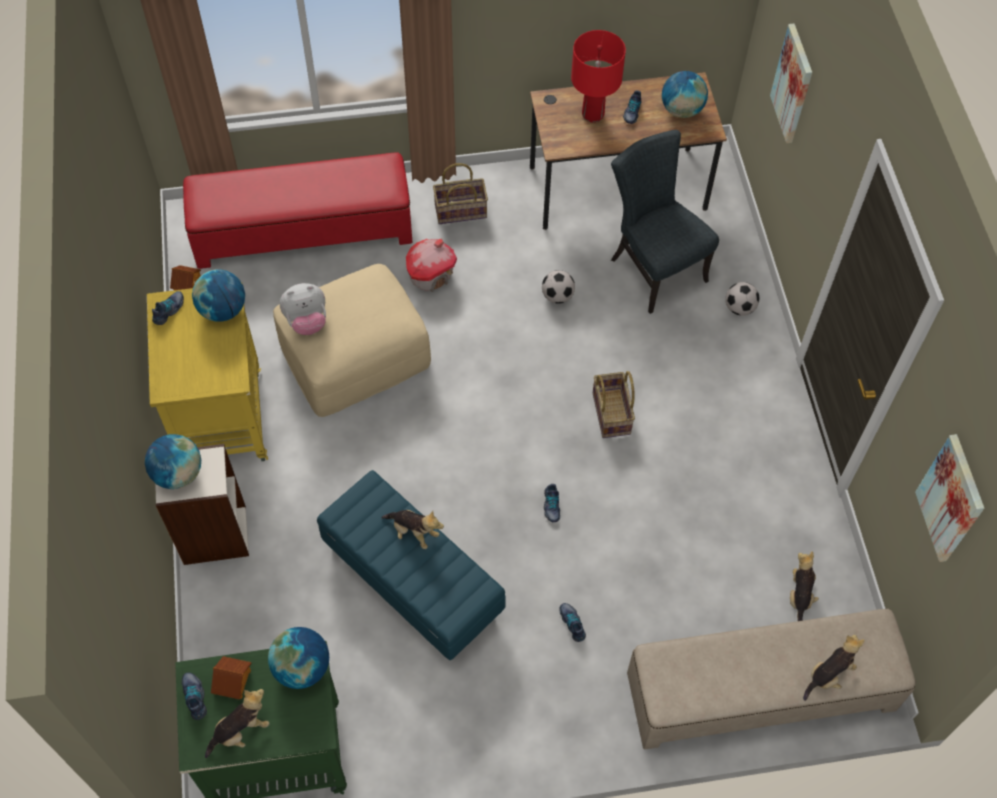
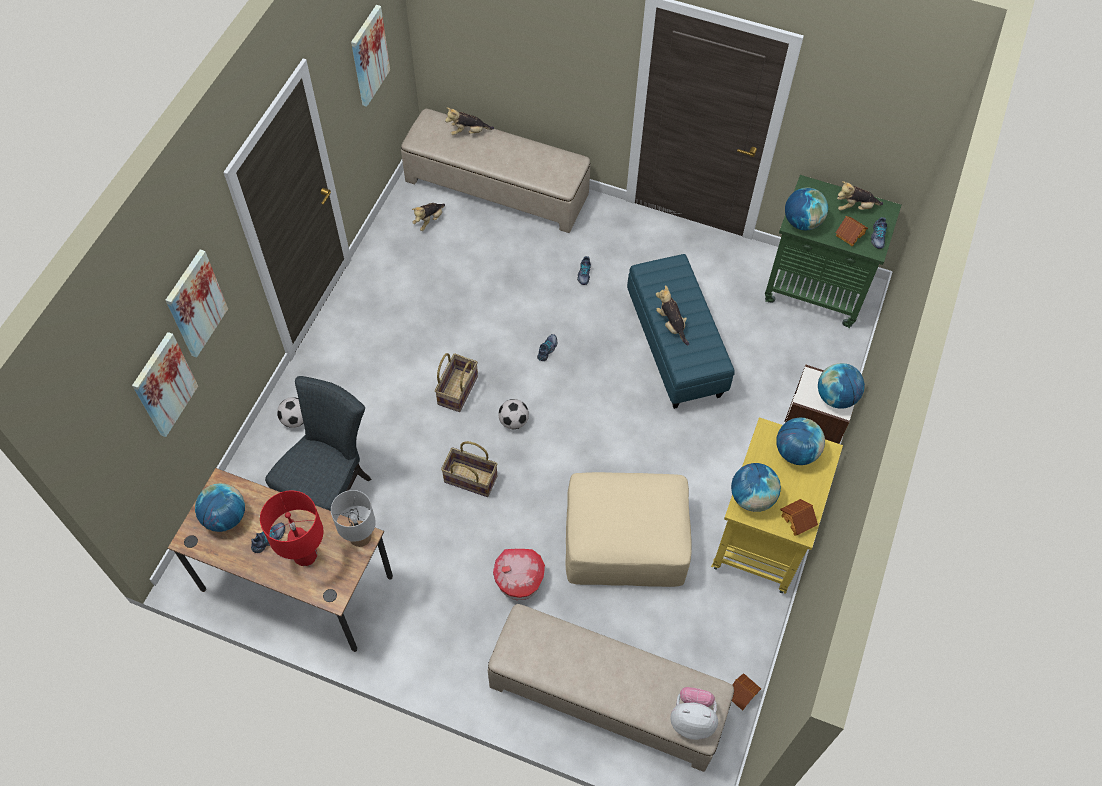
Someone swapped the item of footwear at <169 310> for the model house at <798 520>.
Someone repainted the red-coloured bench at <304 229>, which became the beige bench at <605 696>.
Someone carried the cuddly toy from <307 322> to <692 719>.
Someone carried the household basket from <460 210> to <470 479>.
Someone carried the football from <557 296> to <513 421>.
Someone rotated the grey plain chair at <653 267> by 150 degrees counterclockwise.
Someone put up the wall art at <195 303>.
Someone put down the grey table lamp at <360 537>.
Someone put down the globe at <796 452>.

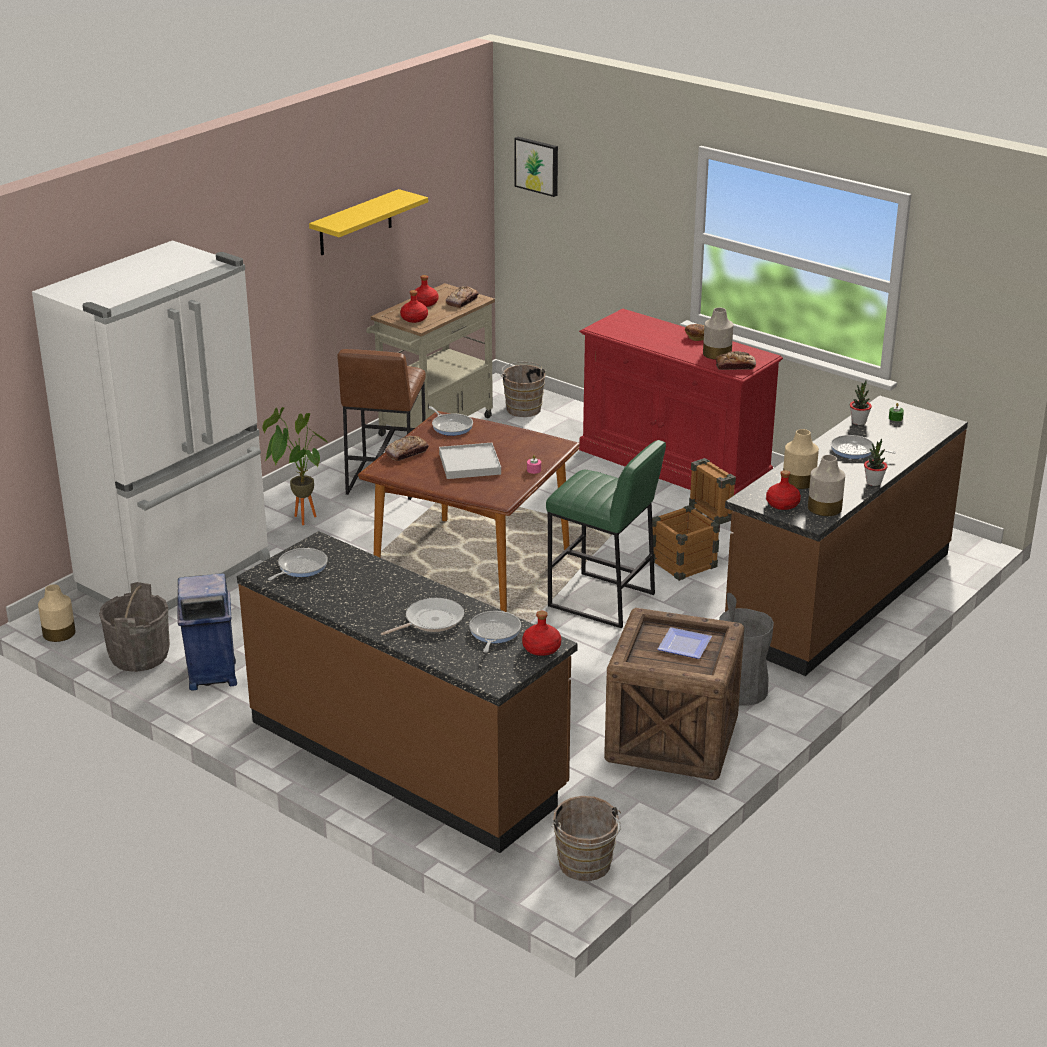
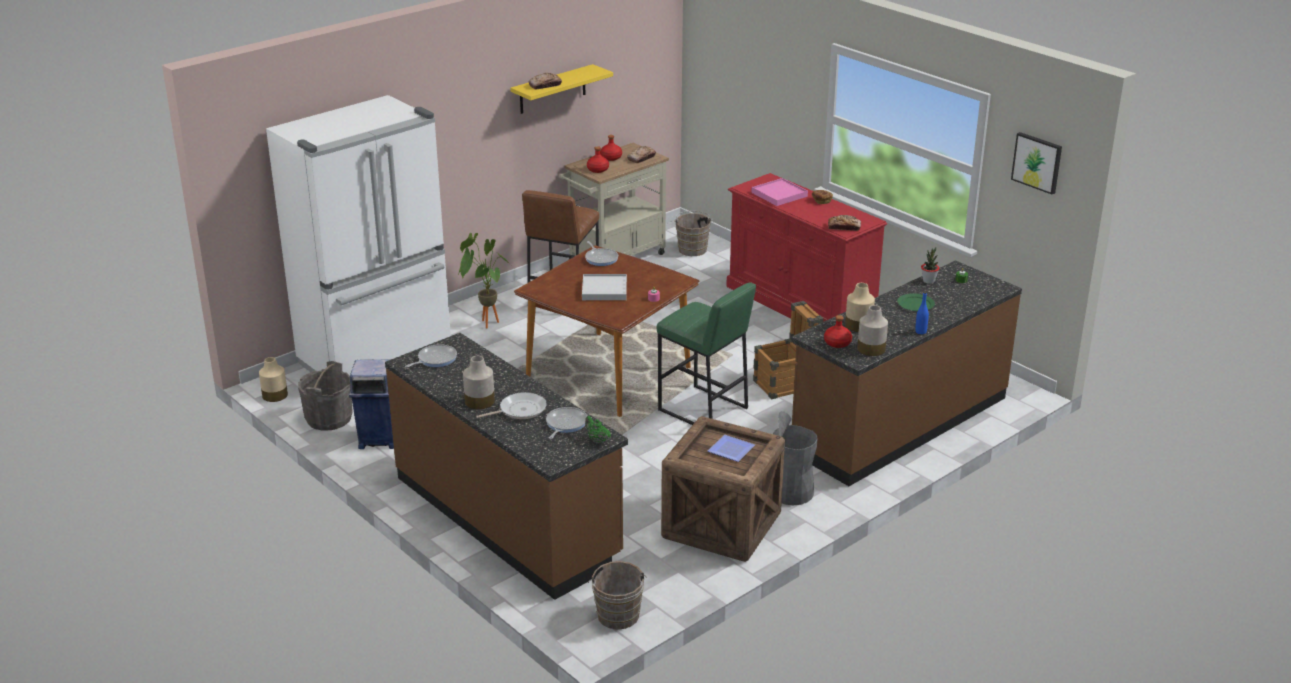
Someone carried the bread from <406 453> to <545 85>.
Someone carried the wall art from <537 166> to <1037 162>.
Someone swapped the red-coloured beverage bottle at <541 648> for the green-coloured teapot at <597 440>.
Someone carried the beige vase from <717 354> to <479 401>.
Someone swapped the pan at <855 451> for the green-coloured dinner plate at <915 304>.
Someone swapped the houseplant at <873 482> for the blue-coloured beverage bottle at <920 332>.
Someone put down the pink-coloured tray at <779 194>.

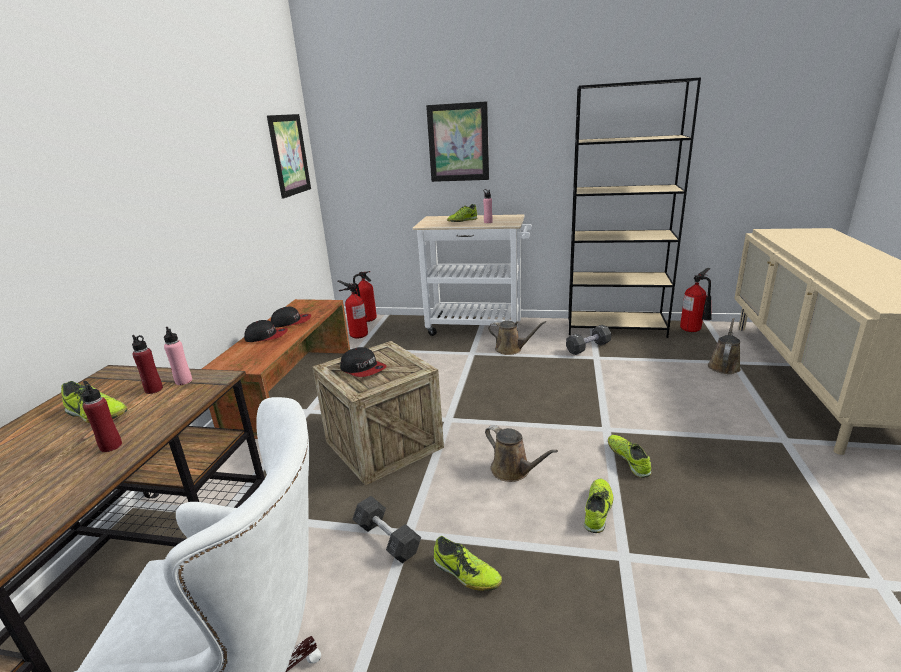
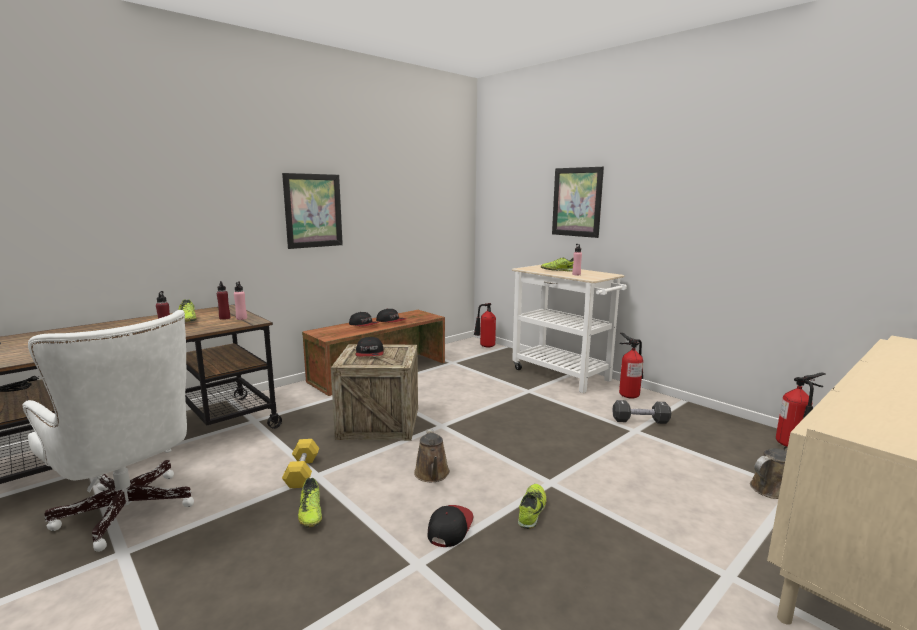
Someone carried the wall art from <289 155> to <313 211>.
Someone carried the extinguisher from <359 335> to <630 395>.
Someone repainted the grey hand weight at <387 539>, which became the yellow hand weight at <302 472>.
Someone took away the brown sprinkling can at <511 349>.
Someone took away the beige bookshelf at <616 327>.
Someone swapped the item of footwear at <598 509> for the peaked cap at <449 527>.

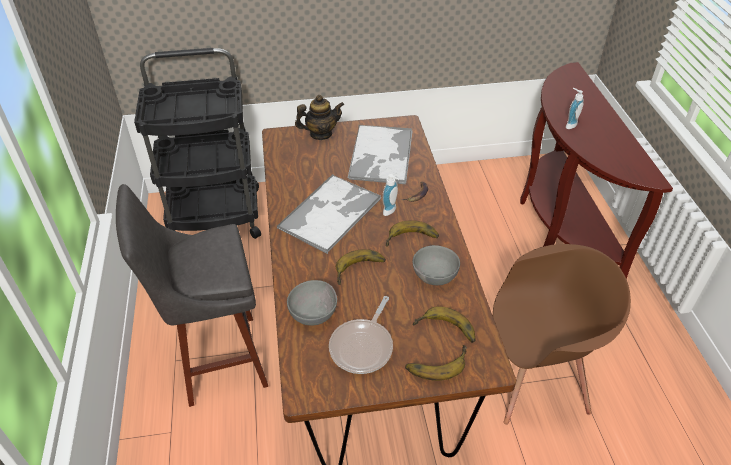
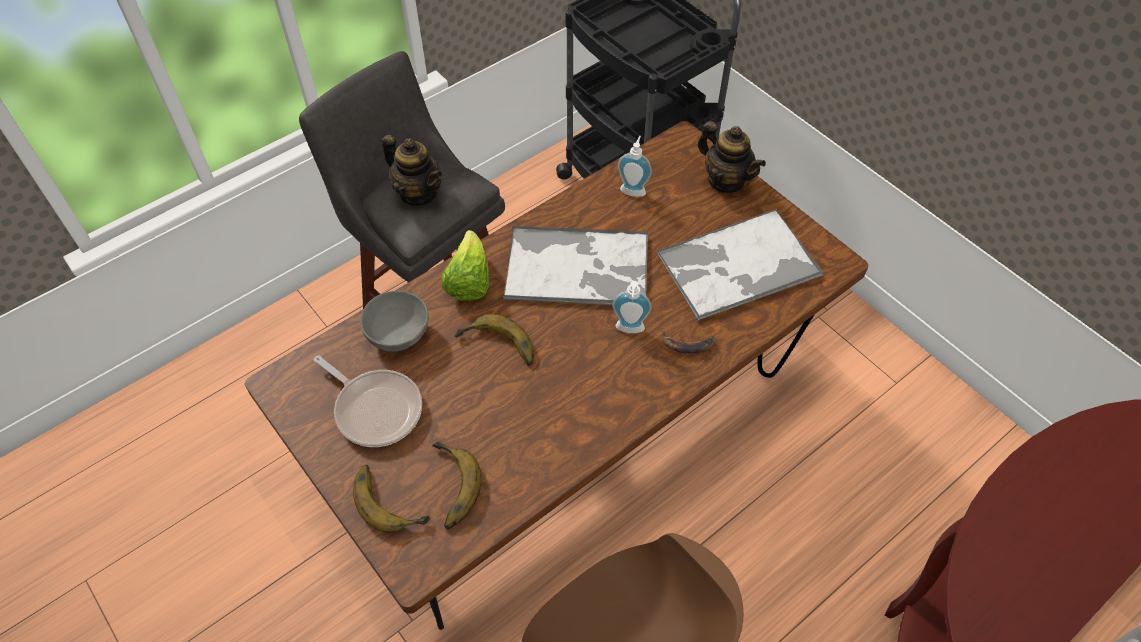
Someone rotated the pan at <363 346> by 135 degrees counterclockwise.
Someone took away the banana at <412 240>.
Someone took away the grey serving bowl at <433 276>.
Someone carried the soap dispenser from <569 124> to <633 189>.
Someone put down the teapot at <418 193>.
Someone put down the lettuce head at <469 281>.

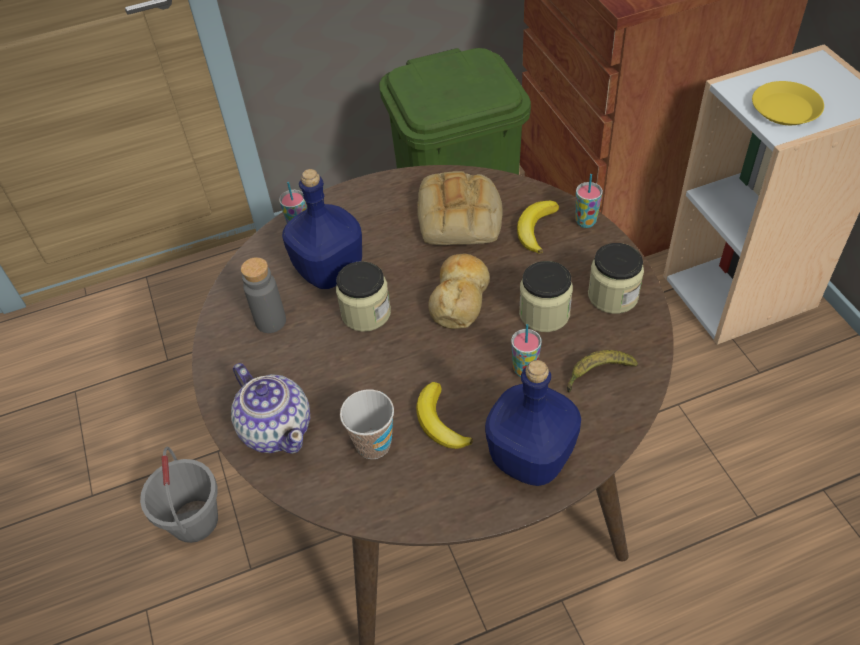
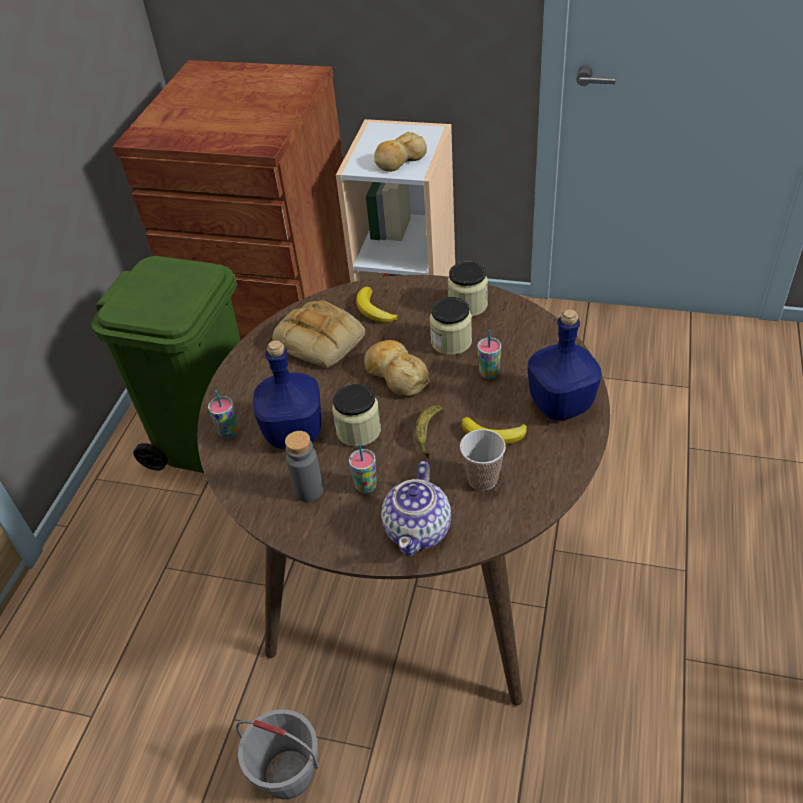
Someone rotated the teapot at <277 428> by 105 degrees clockwise.
Someone carried the banana from <597 374> to <427 434>.
Someone carried the small cup from <585 222> to <366 486>.
Someone swapped the yellow dinner plate at <786 109> for the bread at <399 160>.

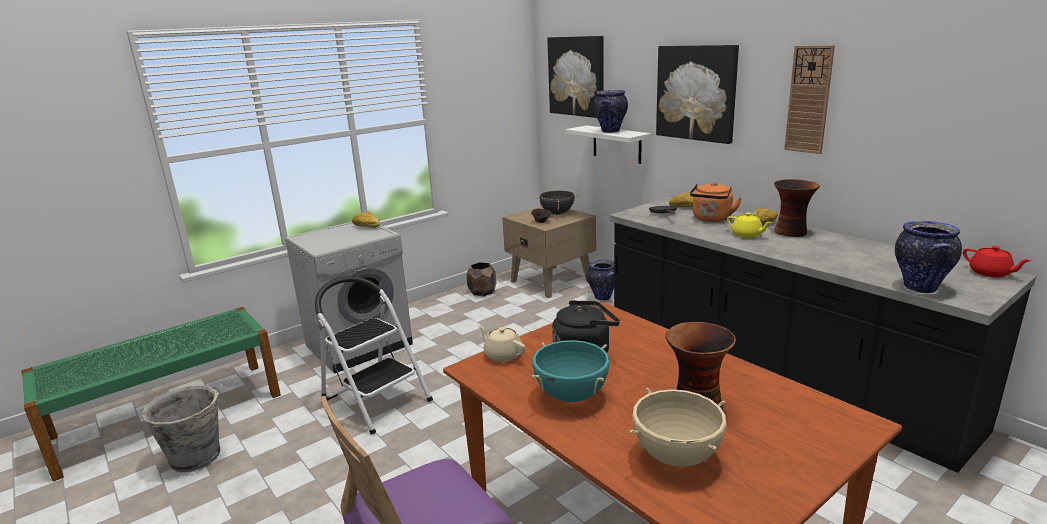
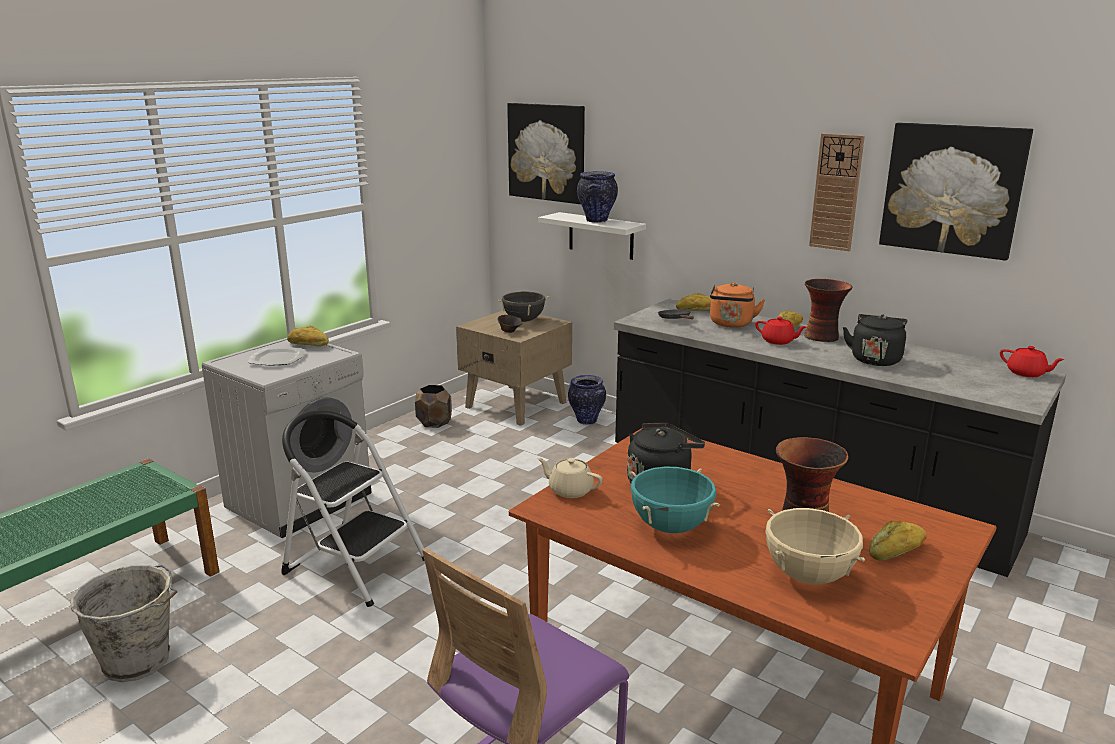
Someone carried the wall art from <696 93> to <952 189>.
Someone repainted the yellow teapot at <747 235>, which became the red-coloured teapot at <778 341>.
Someone took away the vase at <919 287>.
Someone put down the dinner plate at <278 359>.
Someone put down the black tea kettle at <875 359>.
Someone put down the bread at <897 551>.

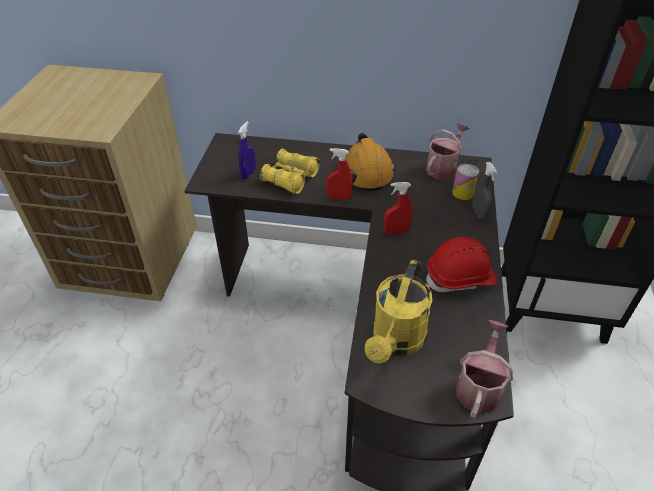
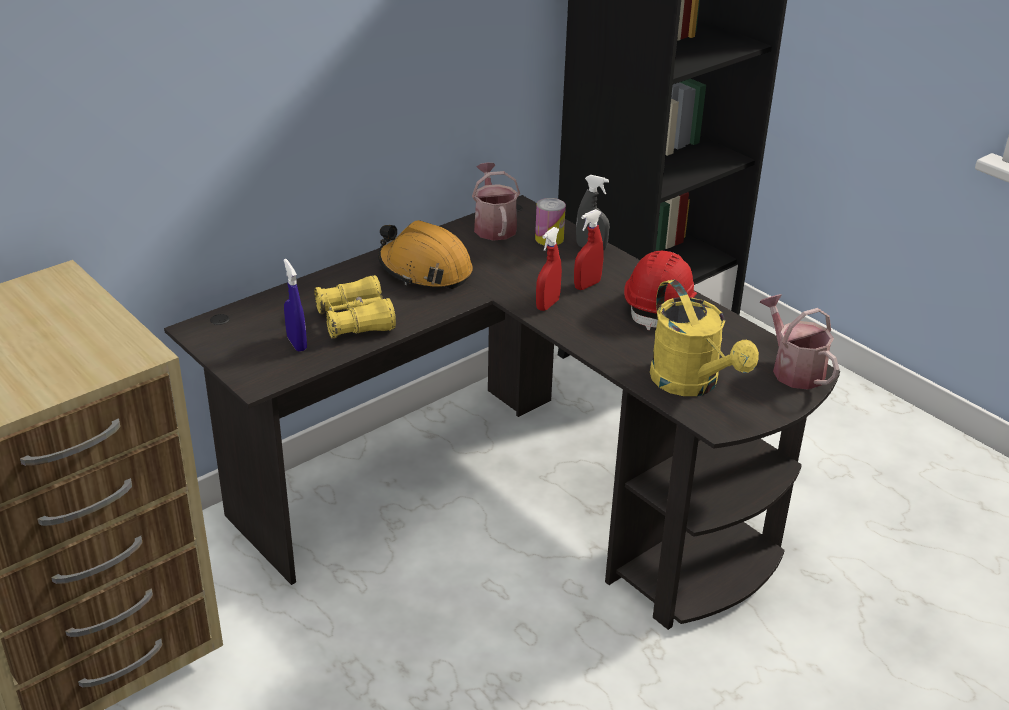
Someone carried the red-coloured sprayer from <339 198> to <587 285>.

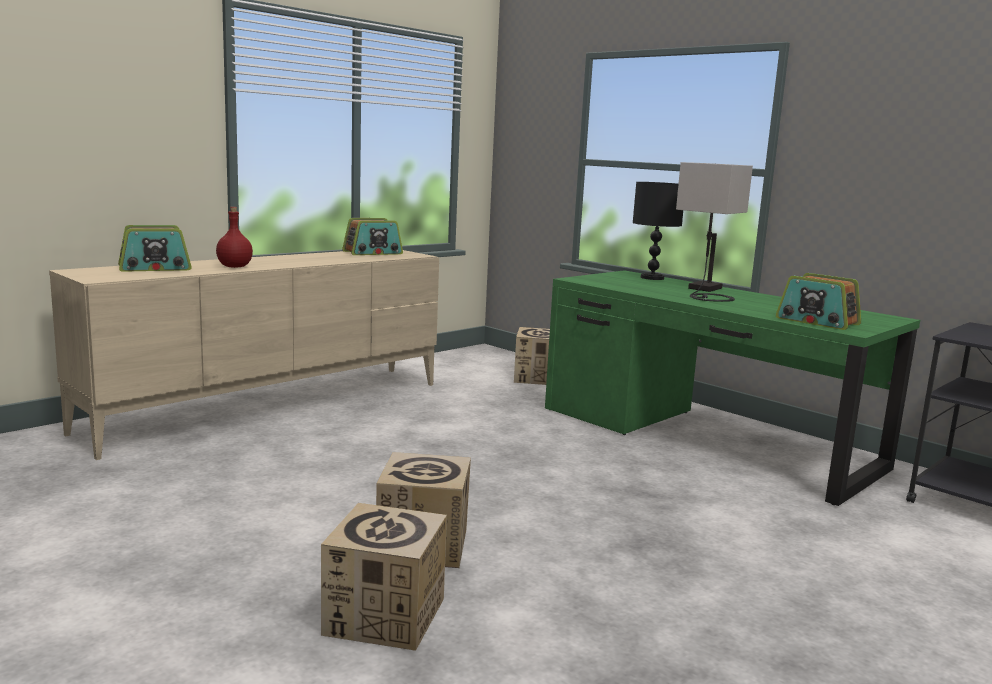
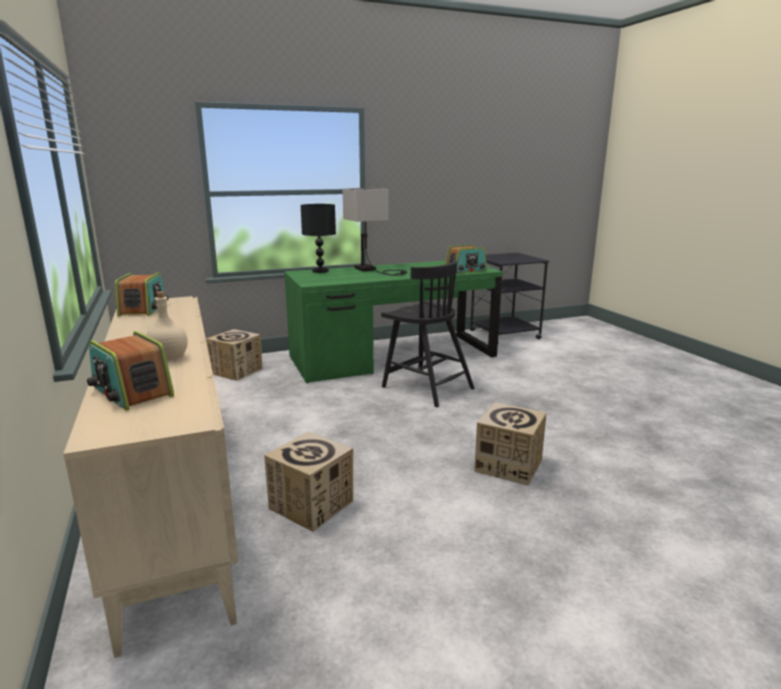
Someone rotated the radio set at <155 268> by 135 degrees clockwise.
Someone repainted the red-coloured beverage bottle at <235 267>, which became the beige beverage bottle at <169 358>.
Someone carried the packing box from <385 616> to <312 505>.
Someone put down the black plain chair at <426 387>.

